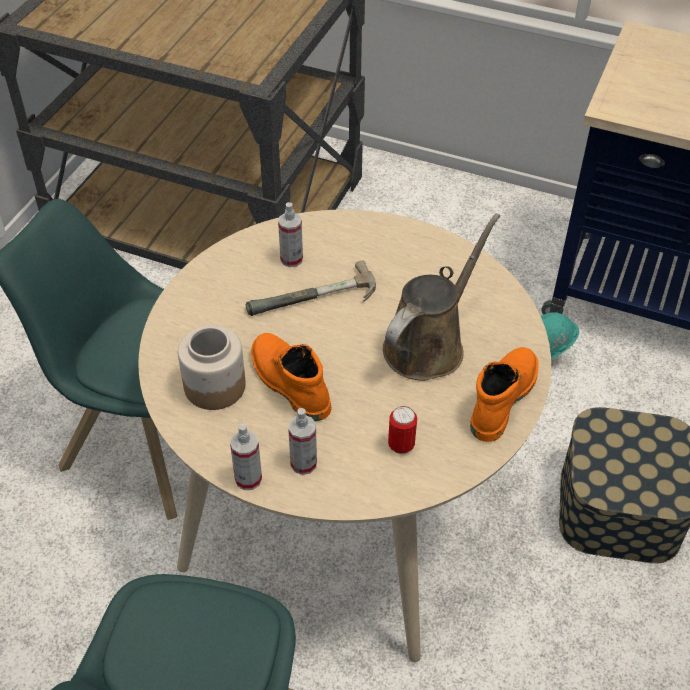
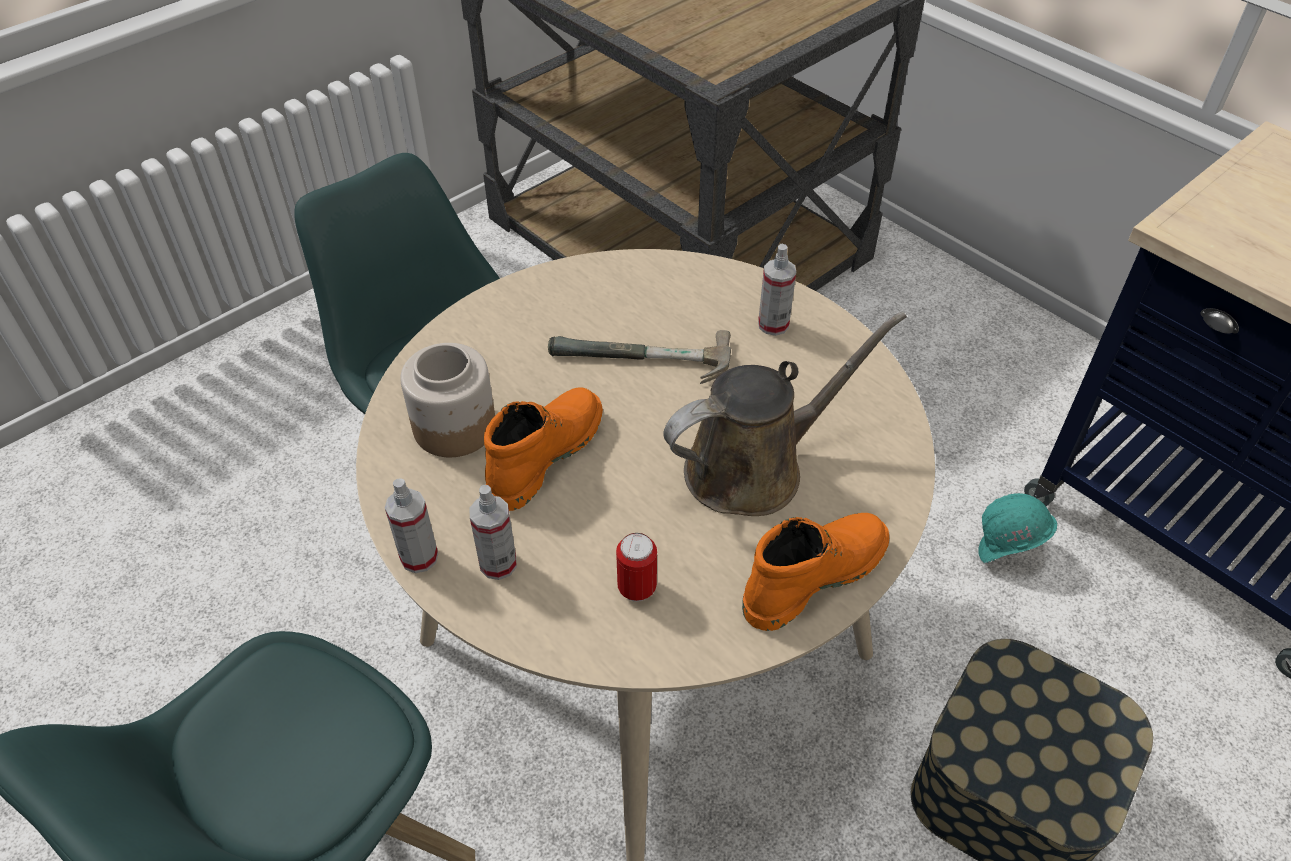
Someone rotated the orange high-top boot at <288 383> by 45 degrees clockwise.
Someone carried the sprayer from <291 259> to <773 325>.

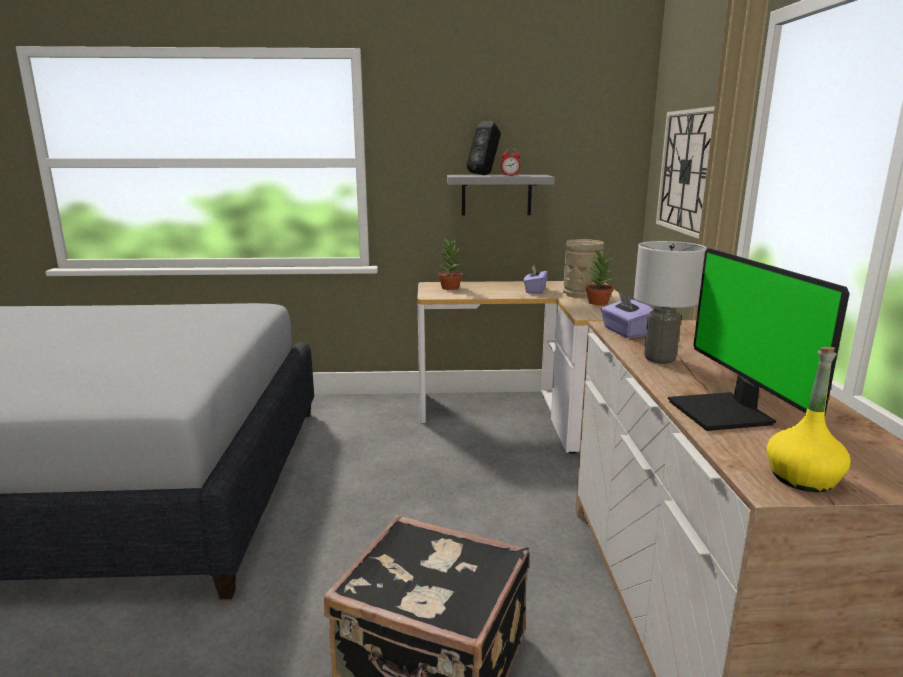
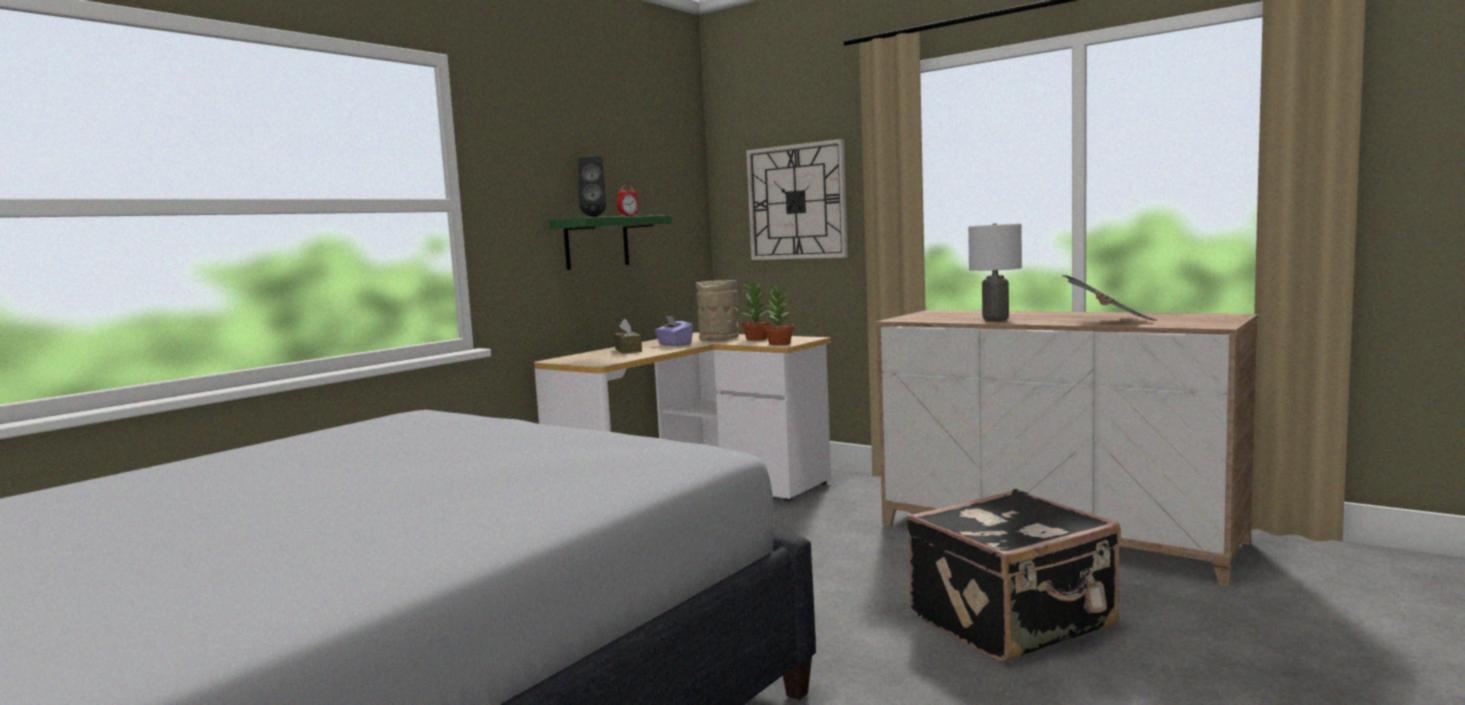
Someone carried the houseplant from <450 288> to <779 343>.
Someone repainted the grey bracket shelf at <496 195>, which became the green-coloured bracket shelf at <596 243>.
Someone took away the purple-coloured tissue holder at <625 332>.
Someone swapped the computer screen at <724 413> for the printed paper at <1109 321>.
Someone took away the yellow beverage bottle at <802 478>.
Someone put down the brown tissue holder at <628 350>.

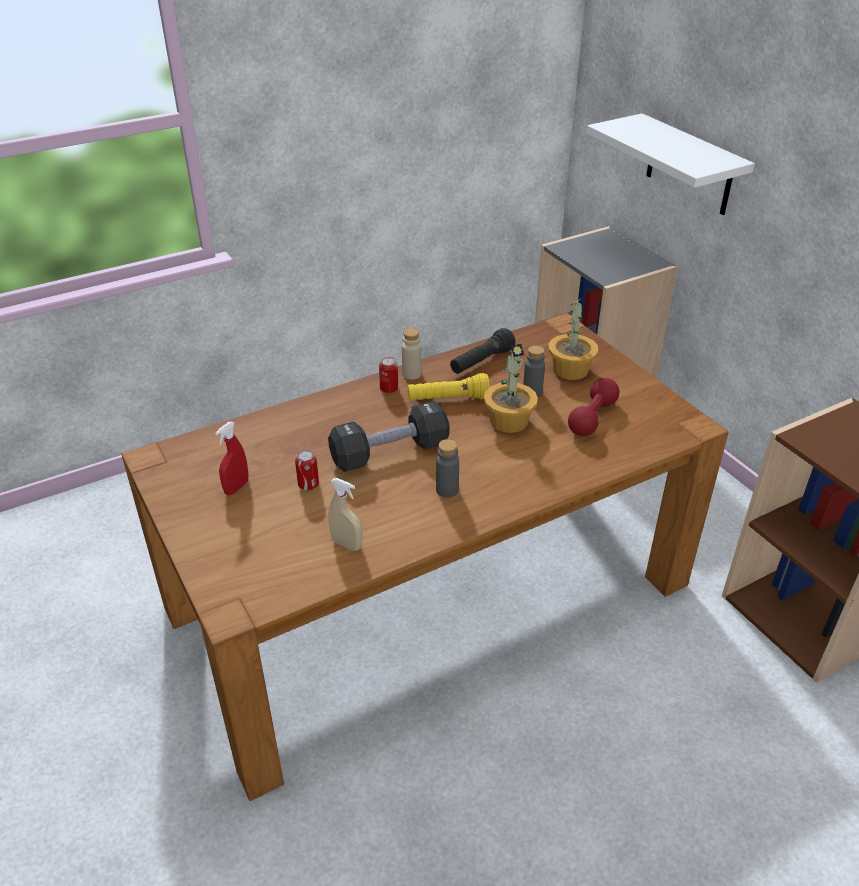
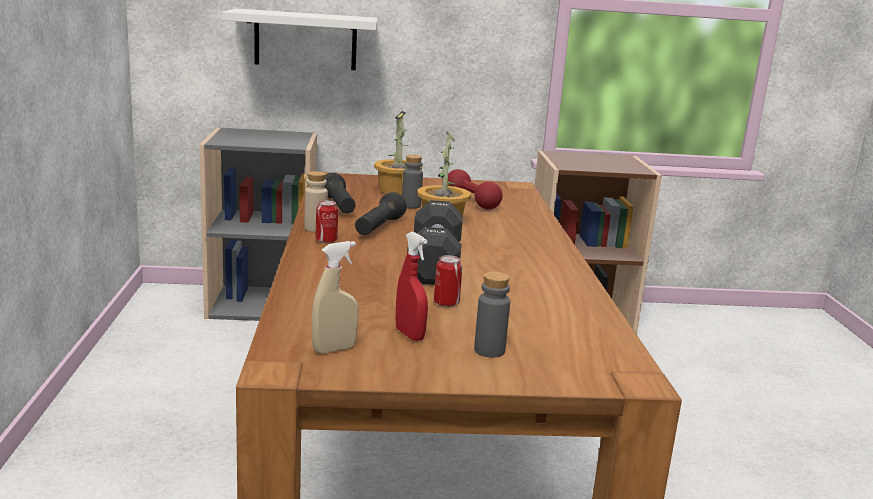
Someone carried the beige sprayer from <346 544> to <334 349>.
Someone repainted the yellow flashlight at <448 399>, which became the black flashlight at <379 228>.
Someone carried the grey beverage bottle from <447 490> to <489 350>.

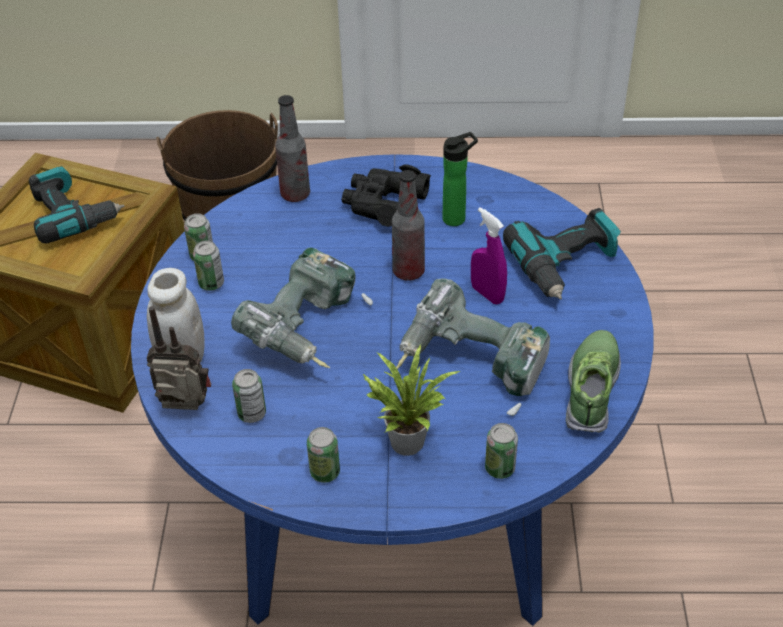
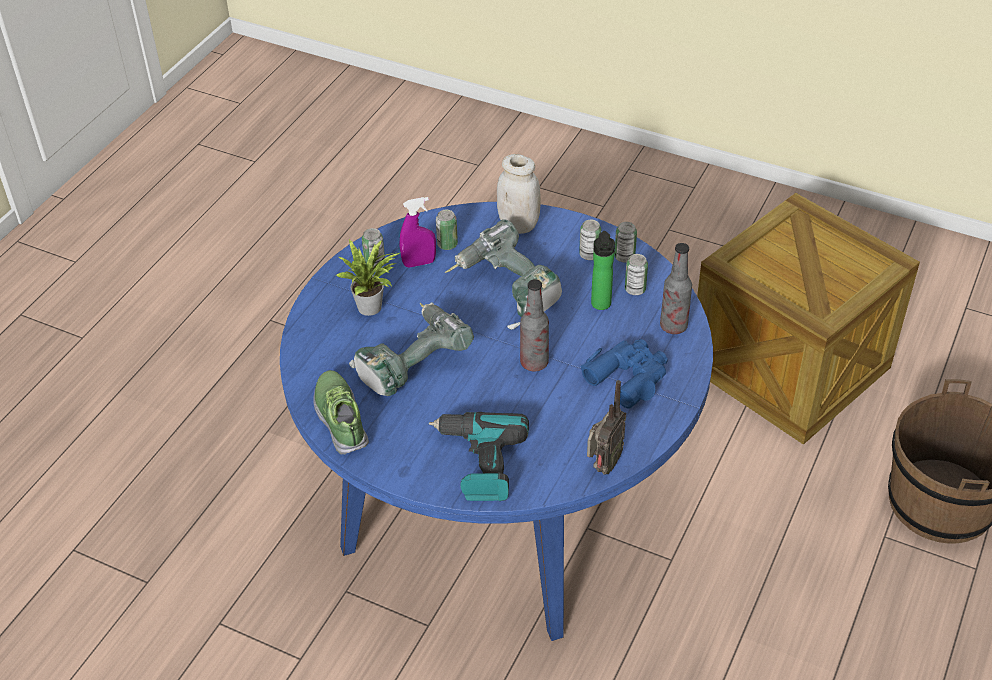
Someone took away the electric drill at <73 214>.
Someone carried the radio set from <185 410> to <603 466>.
Someone repainted the black field glasses at <384 204>, which became the blue-coloured field glasses at <628 377>.
Someone carried the beverage bottle from <457 218> to <601 305>.
Someone carried the purple-coloured sprayer from <487 294> to <419 263>.
Someone carried the can from <499 468> to <635 289>.
Someone rotated the item of footwear at <592 389> by 150 degrees counterclockwise.

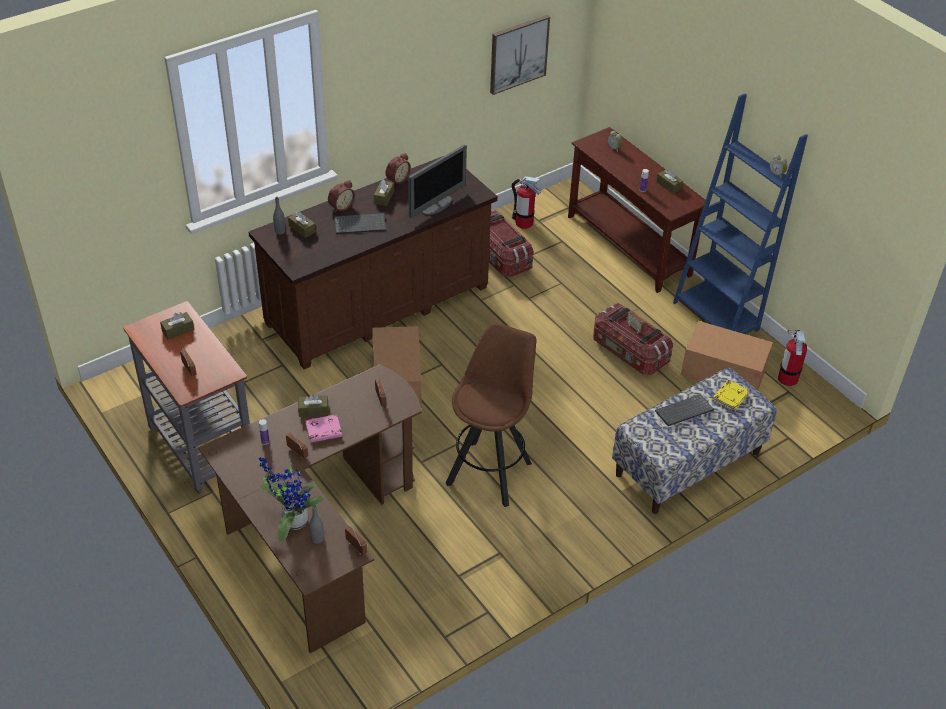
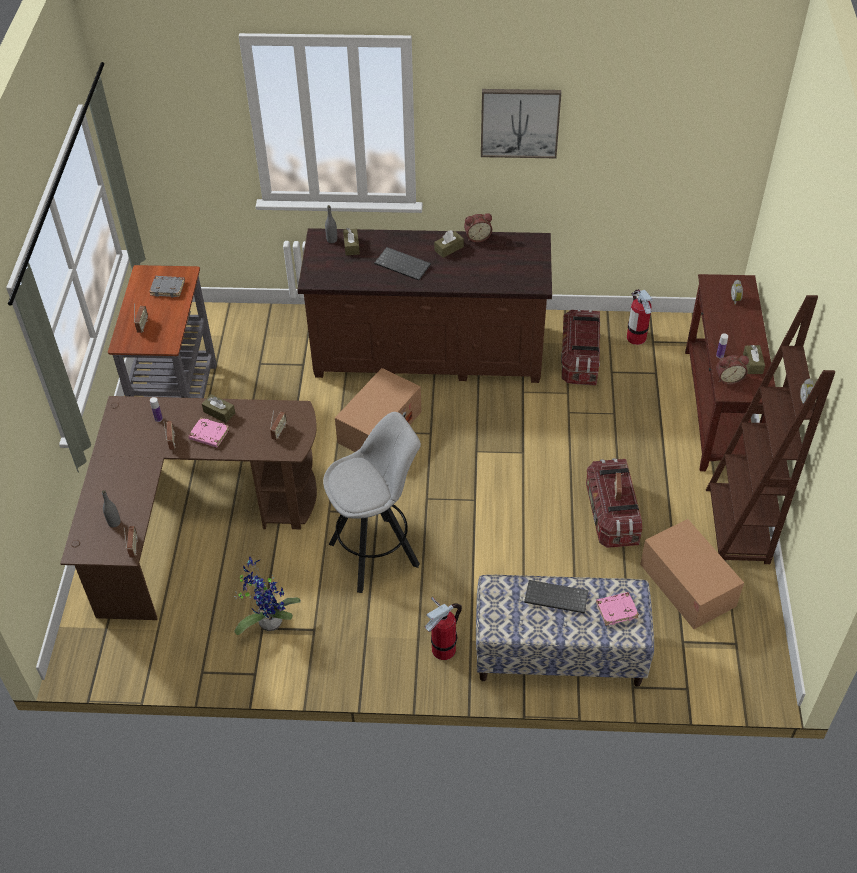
Someone swapped the brown tissue holder at <178 330> for the grey bound book at <168 288>.
Someone carried the houseplant from <292 521> to <268 620>.
Someone carried the bedside clock from <340 206> to <728 378>.
Someone took away the computer screen at <437 205>.
Someone repainted the brown sitting stool at <490 471>, which became the grey sitting stool at <377 553>.
Someone carried the wall art from <518 54> to <520 122>.
Someone repainted the blue-coloured bookshelf at <716 316>, which became the brown bookshelf at <737 526>.
Someone repainted the yellow bound book at <730 396>, which became the pink-coloured bound book at <616 610>.
Someone carried the extinguisher from <787 378> to <444 649>.

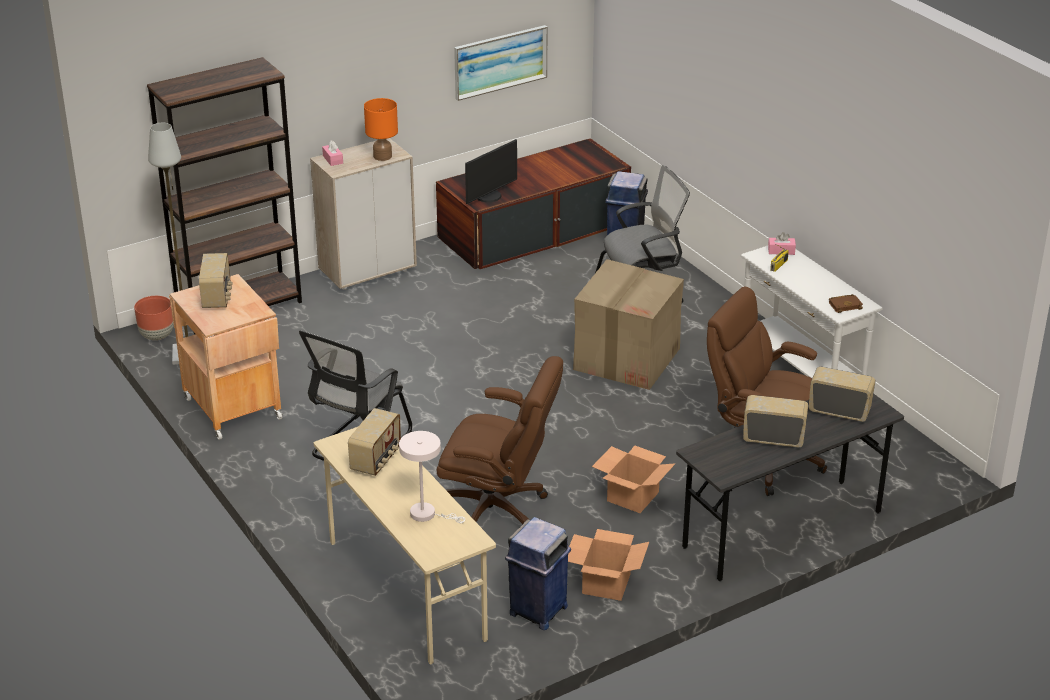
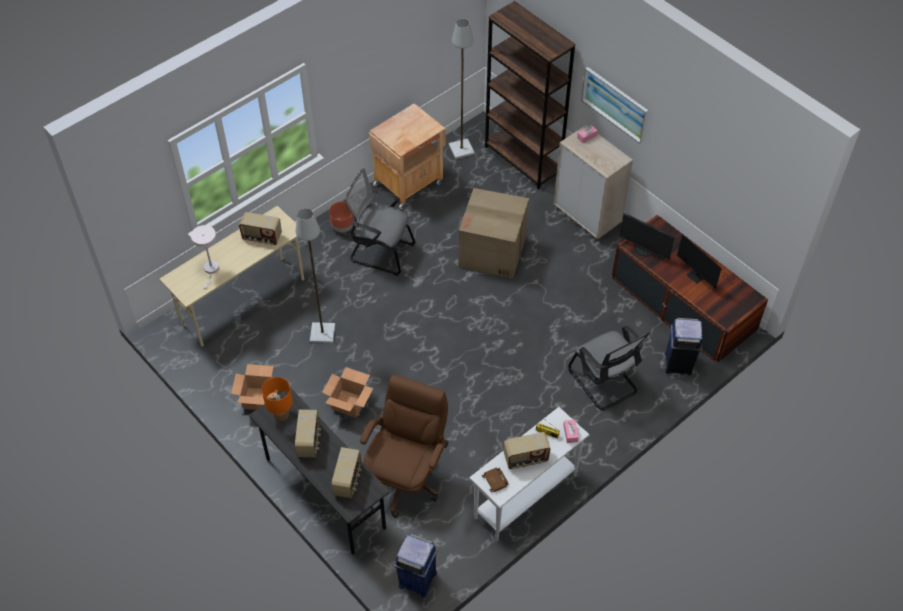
Someone carried the brown plant pot from <156 336> to <343 227>.
Someone carried the radio set from <217 297> to <525 458>.
Someone carried the orange table lamp from <382 156> to <281 414>.
Someone swapped the brown office chair at <499 512> for the grey standard lamp at <322 334>.
Someone carried the wall art from <500 61> to <615 104>.
Someone carried the blue-coloured waste bin from <537 611> to <417 579>.
Someone carried the packing box from <627 358> to <493 251>.
Someone put down the computer screen at <698 277>.

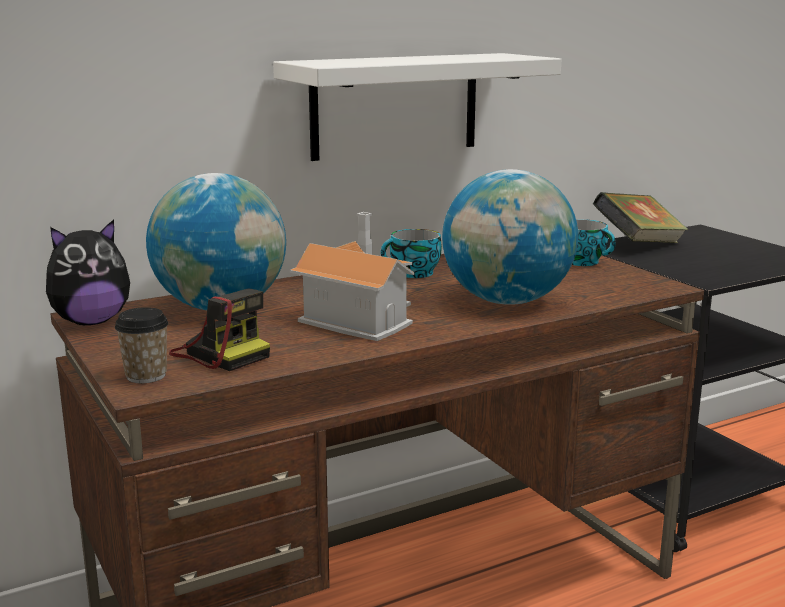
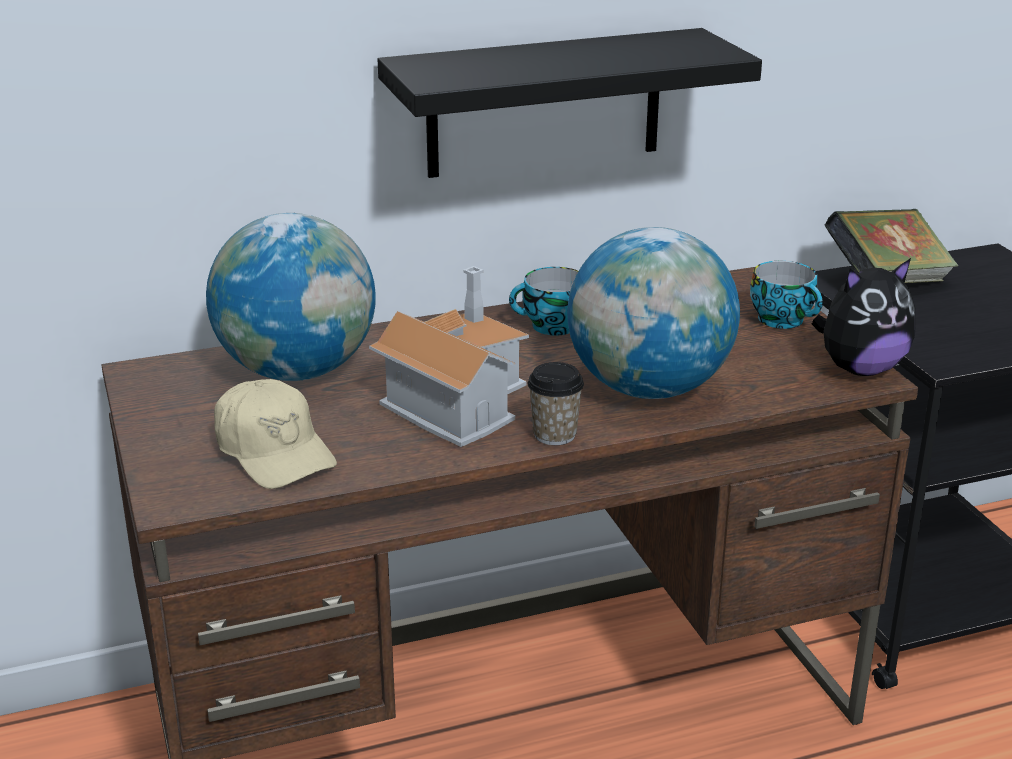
Someone carried the cuddly toy from <91 322> to <860 369>.
Someone carried the small cup from <146 376> to <554 435>.
Someone swapped the still camera at <221 353> for the beige peaked cap at <274 452>.
Someone repainted the white bracket shelf at <395 105>, which became the black bracket shelf at <544 103>.

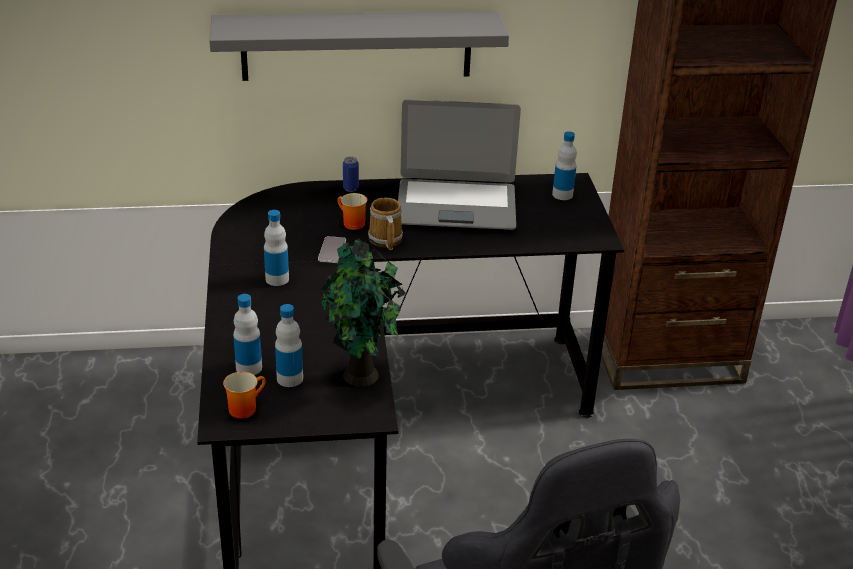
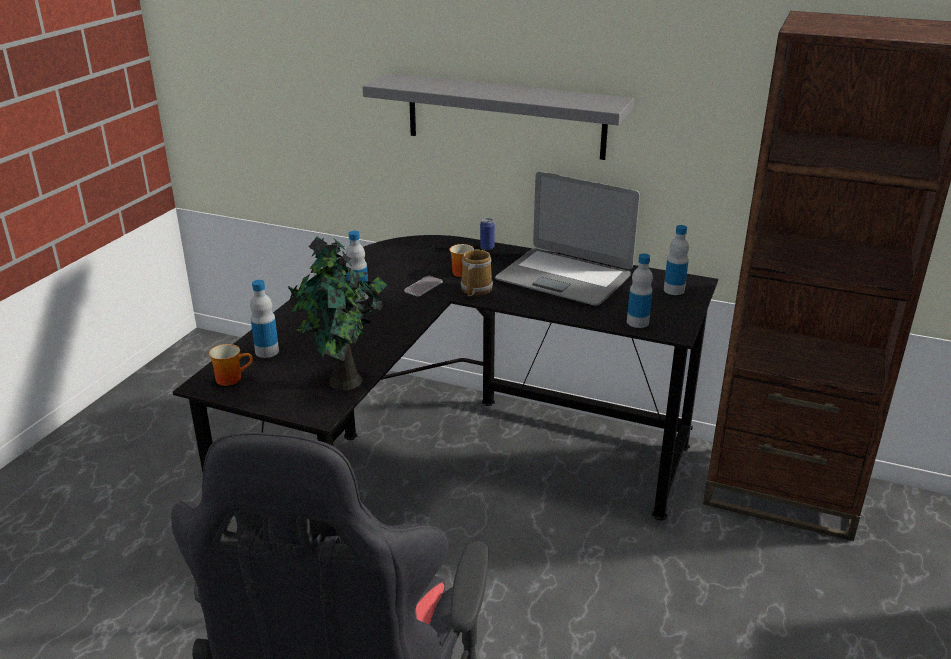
Someone carried the beverage bottle from <290 378> to <637 322>.

